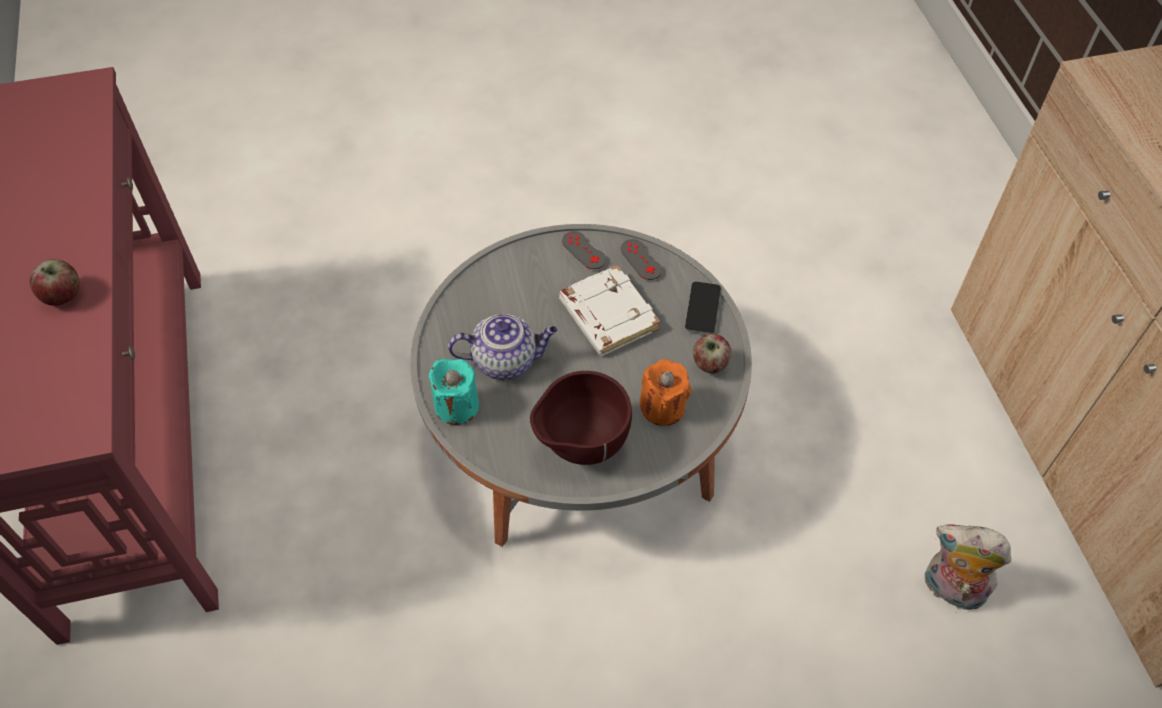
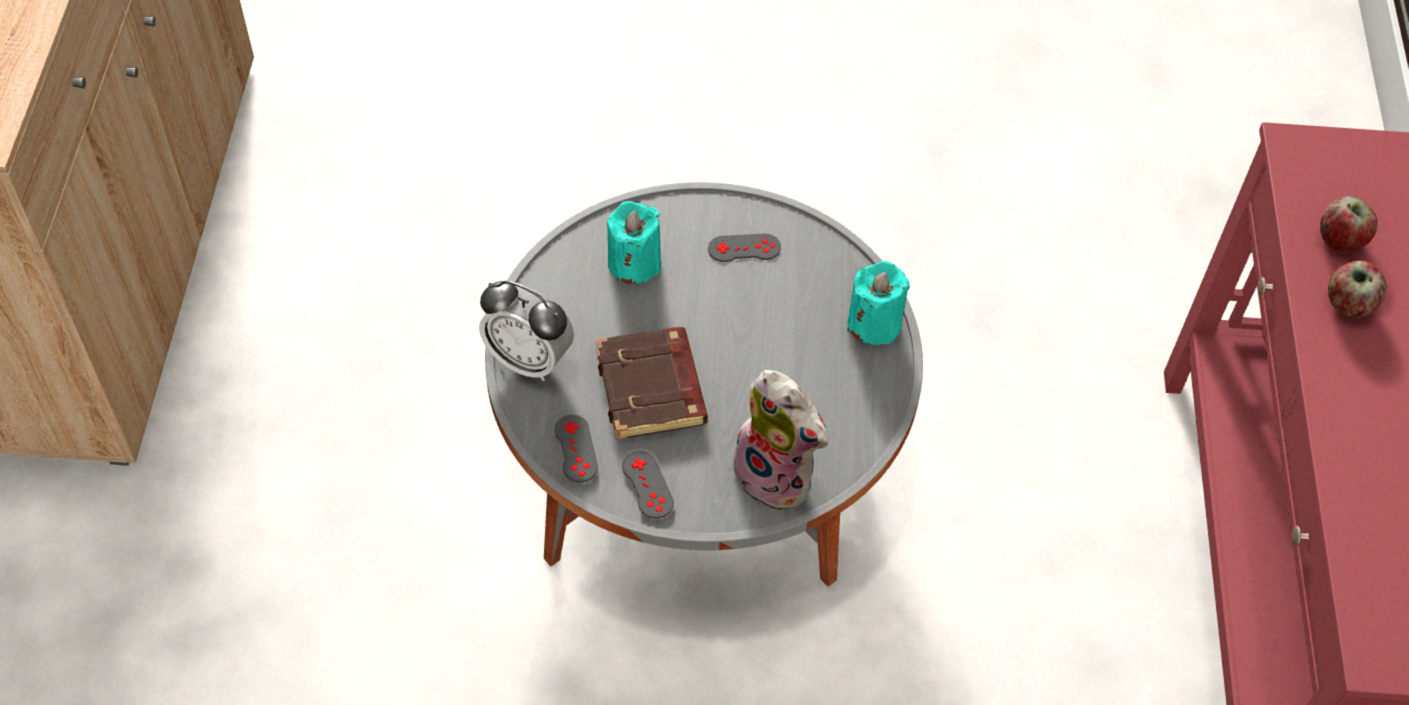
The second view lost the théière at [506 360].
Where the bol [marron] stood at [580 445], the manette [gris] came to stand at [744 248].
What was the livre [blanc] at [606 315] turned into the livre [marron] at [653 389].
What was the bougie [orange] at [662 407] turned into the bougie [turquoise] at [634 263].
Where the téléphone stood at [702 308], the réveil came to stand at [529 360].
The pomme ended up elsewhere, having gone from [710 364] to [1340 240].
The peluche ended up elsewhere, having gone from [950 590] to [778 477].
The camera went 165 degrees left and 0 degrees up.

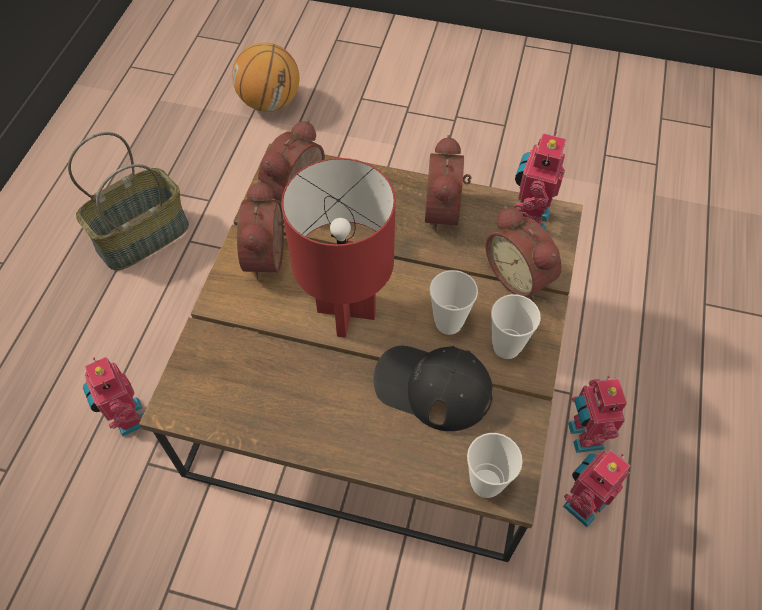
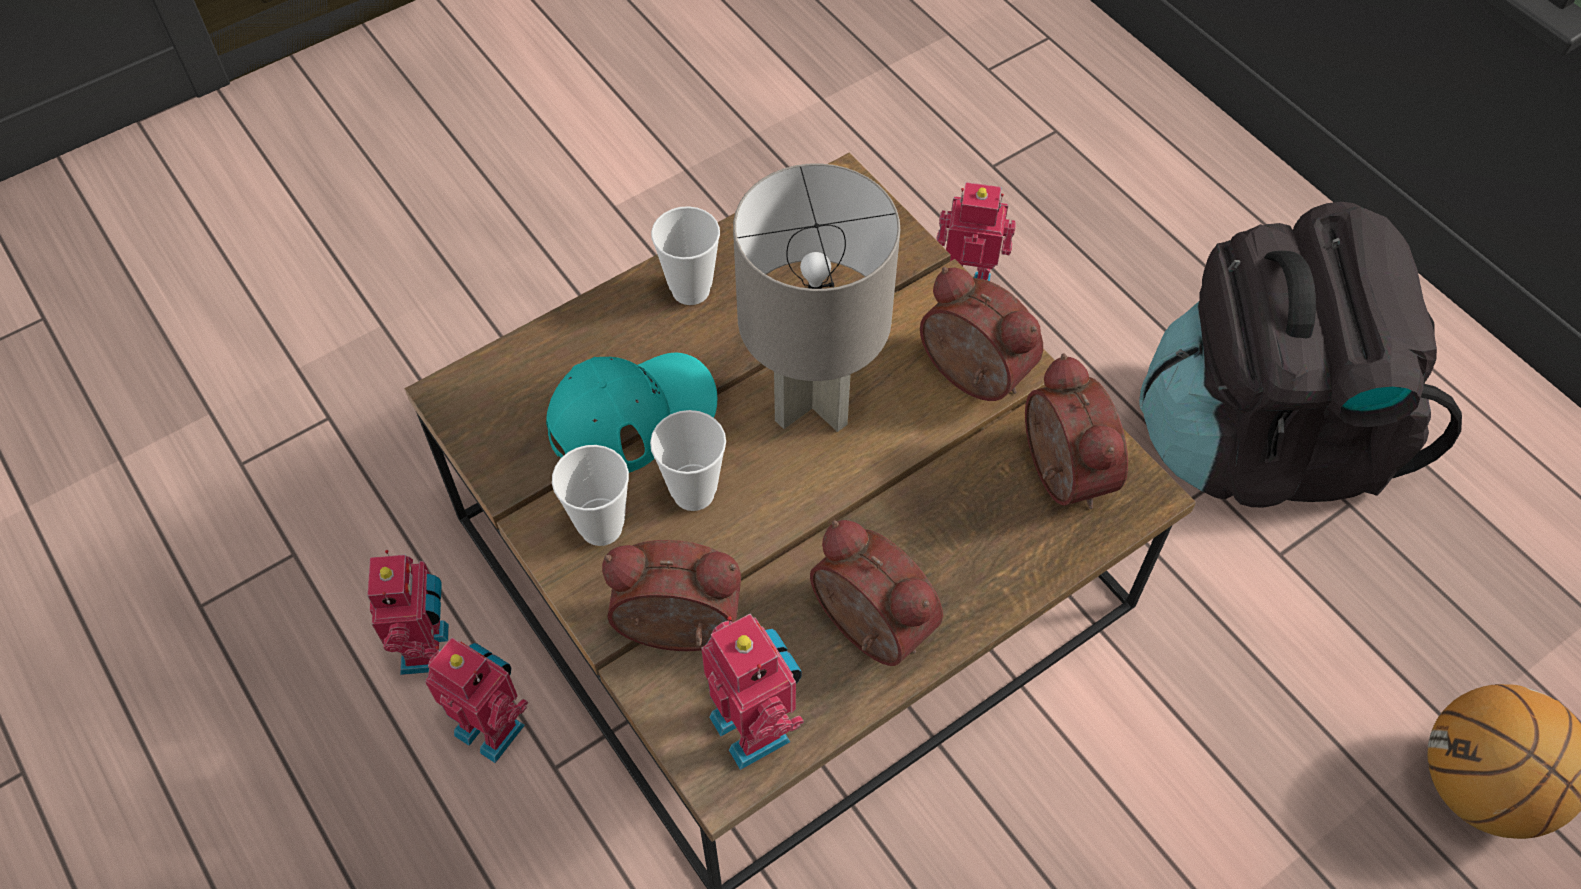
Where the panier stood at [143 235], the sac à dos [noir] came to stand at [1263 438].
What was the lampe de table [rouge] at [347 311] turned into the lampe de table [gris] at [812 402].
What was the casquette [noir] at [432 387] turned into the casquette [turquoise] at [632 413].
The tasse ended up elsewhere, having gone from [486 483] to [690 290].
The camera went 130 degrees right and 0 degrees up.

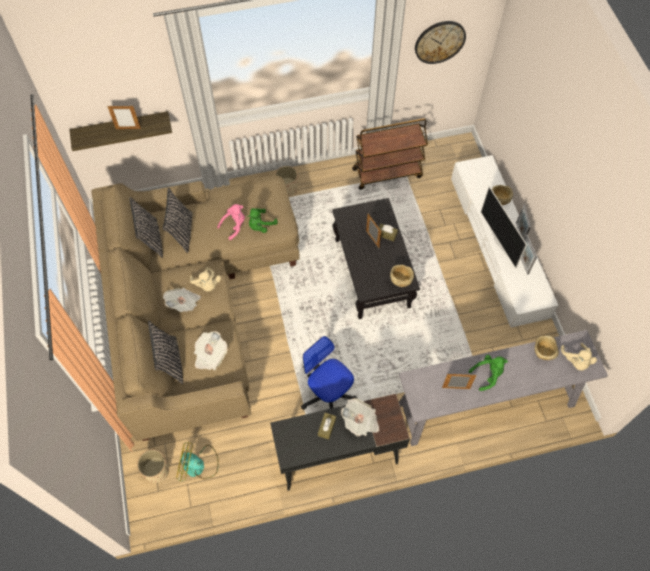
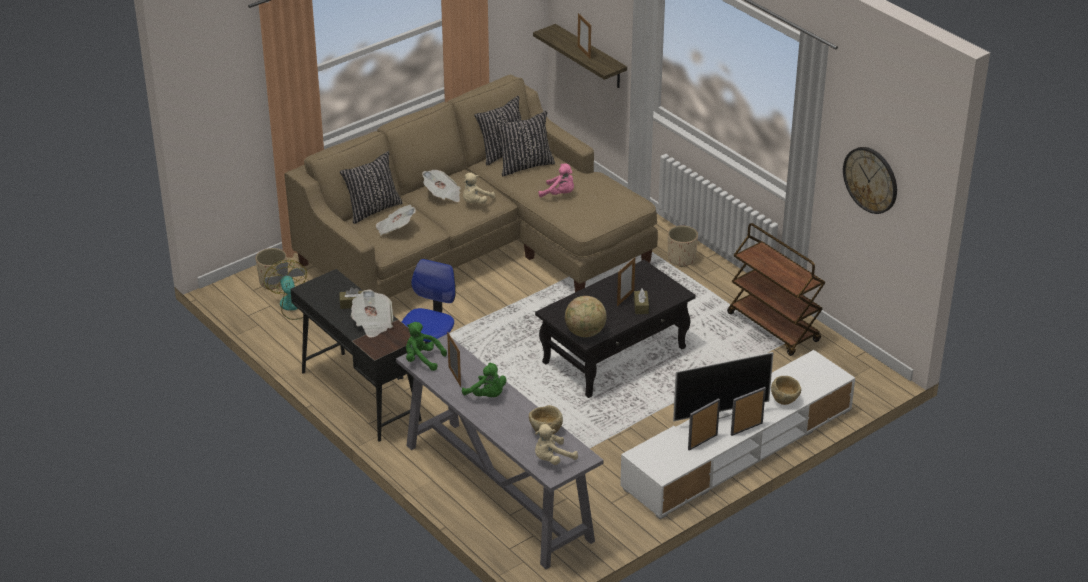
The peluche [vert] ended up elsewhere, having gone from [260 226] to [422 359].
Where the bol [beige] stood at [400 280], the globe came to stand at [585 333].
The téléviseur at [499 241] ended up facing another way, 150 degrees counterclockwise from before.
The camera went 65 degrees right and 25 degrees down.

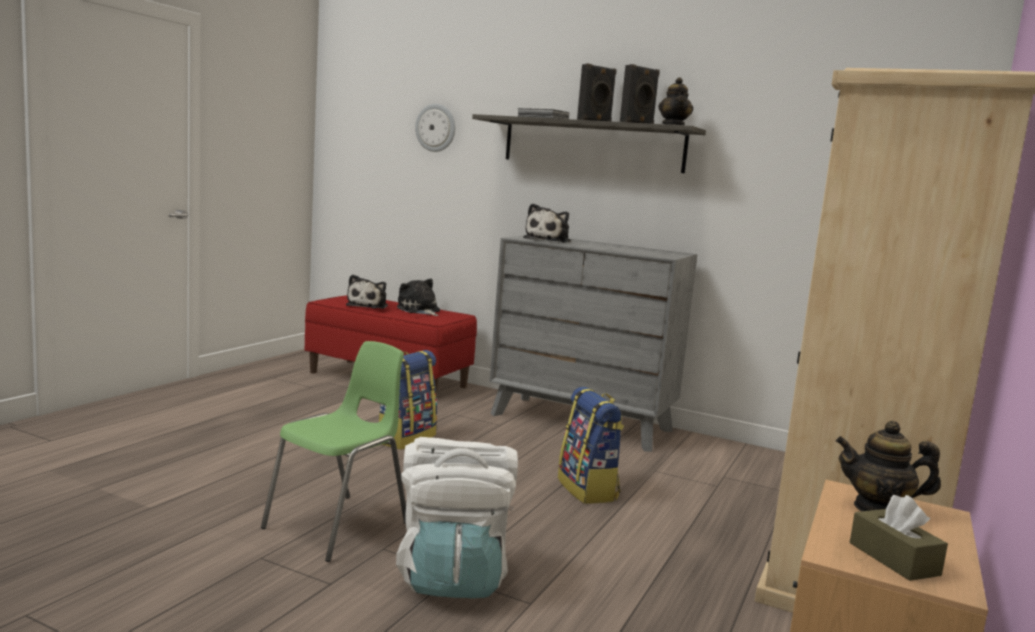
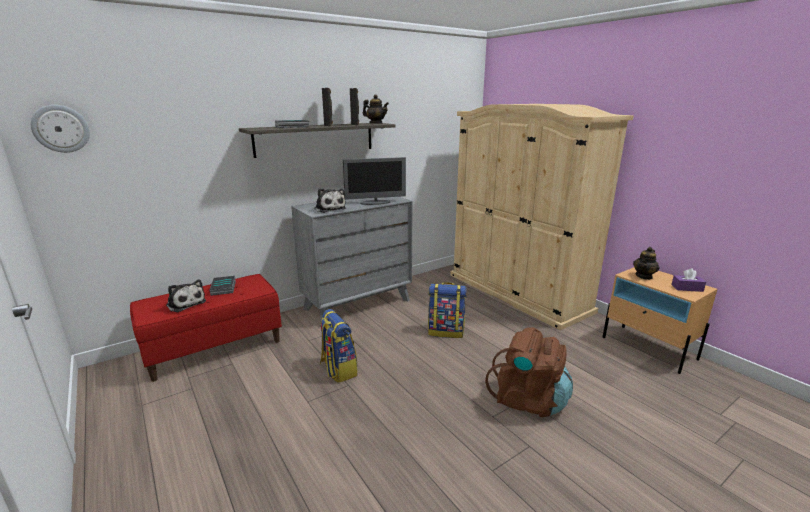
The second view lost the chaise [vert] at [339 526].
What was the sac à dos [blanc] at [452 576] turned into the sac à dos [marron] at [528 400].
Where the peluche stood at [419 310], the livre came to stand at [224 288].
The horloge murale ended up elsewhere, having gone from [436 128] to [61 129].
What was the boîte à mouchoirs [marron] at [893 559] turned into the boîte à mouchoirs [violet] at [687 288].
The second view gained the écran d'ordinateur at [375 203].
The camera went 60 degrees left and 10 degrees up.

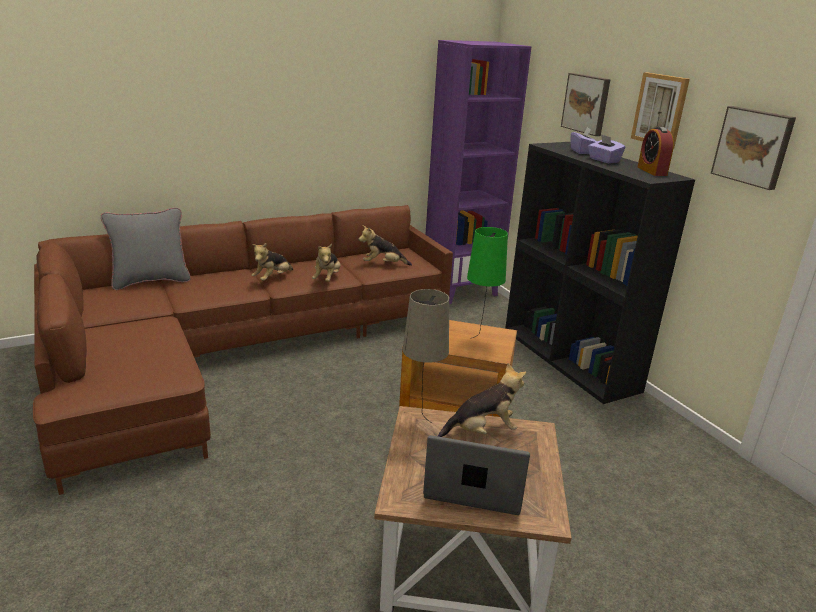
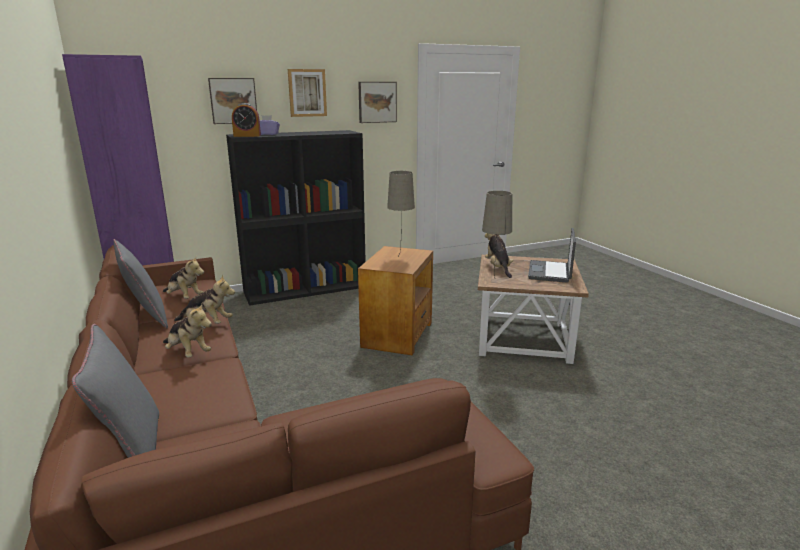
The peluche at [383 264] ended up facing another way, 60 degrees counterclockwise from before.
What was the lampe de table [vert] at [479 340] turned into the lampe de table [beige] at [400 254].
The second view lost the boîte à mouchoirs [violet] at [603 160].
The réveil ended up elsewhere, having gone from [652 171] to [247 136].
The second view gained the coussin [gris] at [146 318].
The camera went 85 degrees left and 5 degrees down.

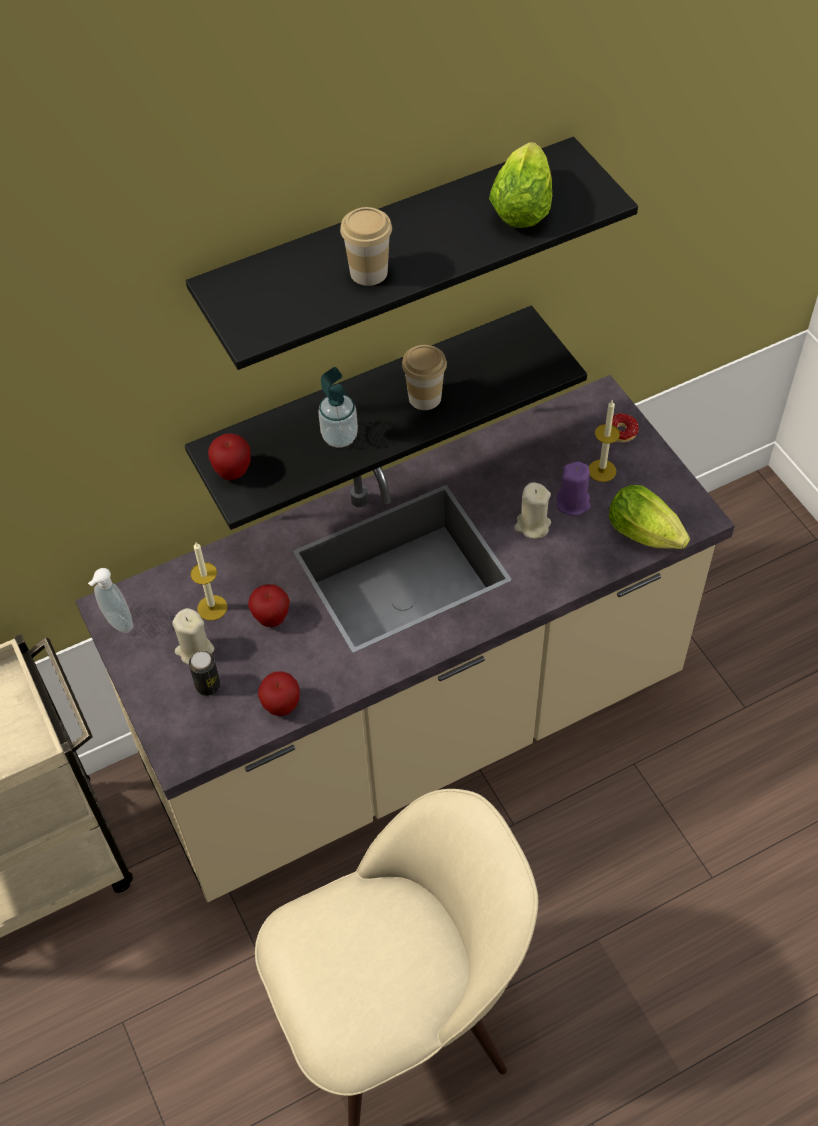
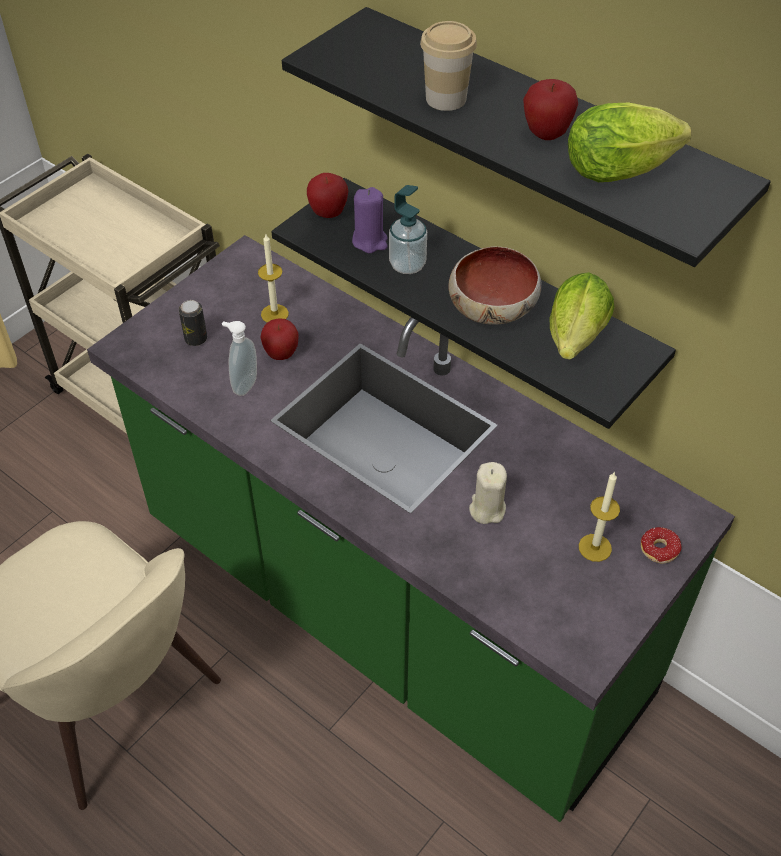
What was the comptoir de cuisine [beige] at [415 730] turned into the comptoir de cuisine [vert] at [390 612].
The distributeur de savon ended up elsewhere, having gone from [117 624] to [243 385].
The second view lost the bougie [beige] at [194 650].
The pomme ended up elsewhere, having gone from [281 706] to [546 134].
Where the tasse stood at [425 397], the bol came to stand at [492 307].
The bougie [violet] ended up elsewhere, having gone from [573 503] to [370 241].
The laitue ended up elsewhere, having gone from [648 536] to [574 341].
The camera went 65 degrees right and 5 degrees down.

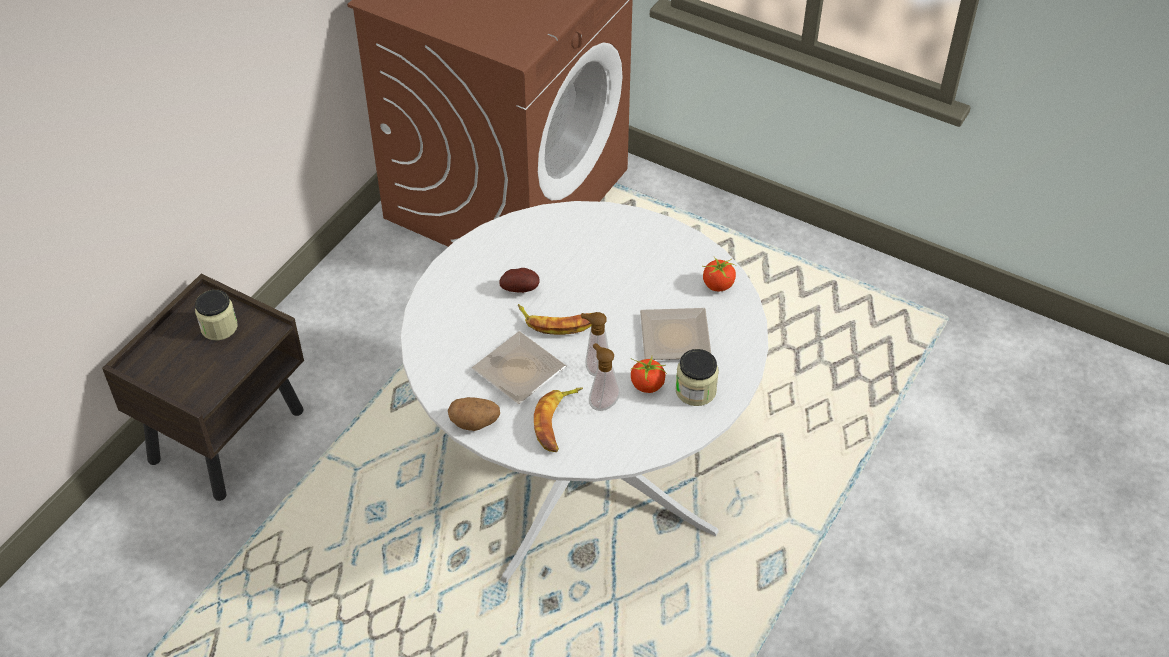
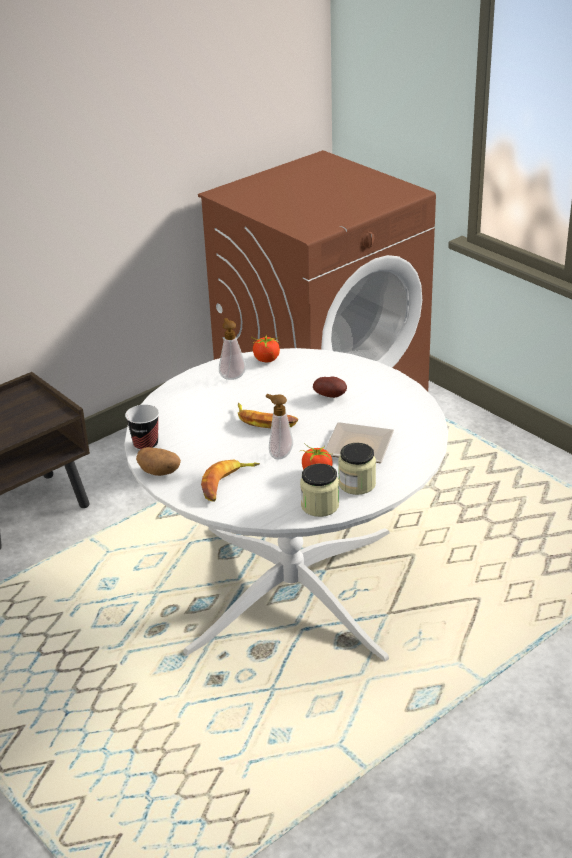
The bocal ended up elsewhere, having gone from [219 327] to [320 505].
The second view lost the assiette at [519 368].
The pomme de terre ended up elsewhere, having gone from [520 289] to [331 396].
The distributeur de savon ended up elsewhere, having gone from [602 402] to [232 376].
The tomate ended up elsewhere, having gone from [718 285] to [266 360].
The second view gained the tasse at [145 445].
The camera went 20 degrees right and 15 degrees down.

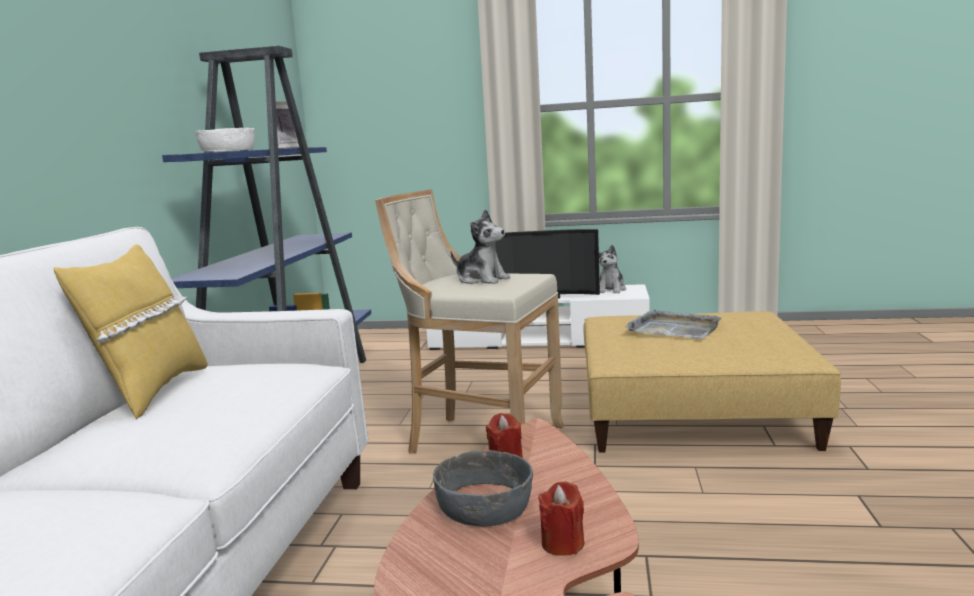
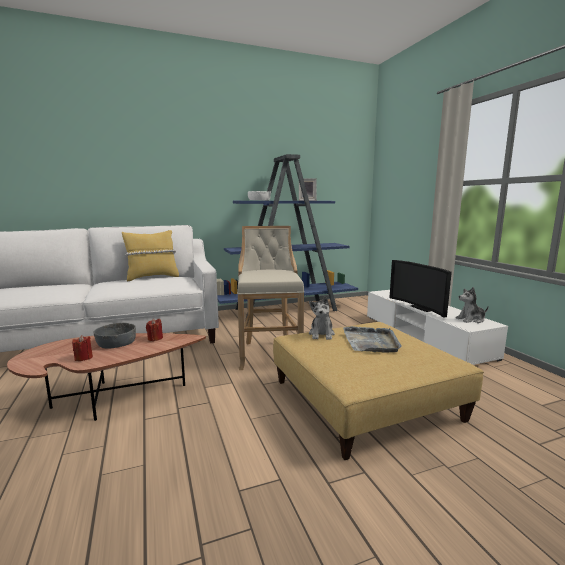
The peluche ended up elsewhere, having gone from [481 280] to [321 334].
The camera went 60 degrees right and 0 degrees up.

